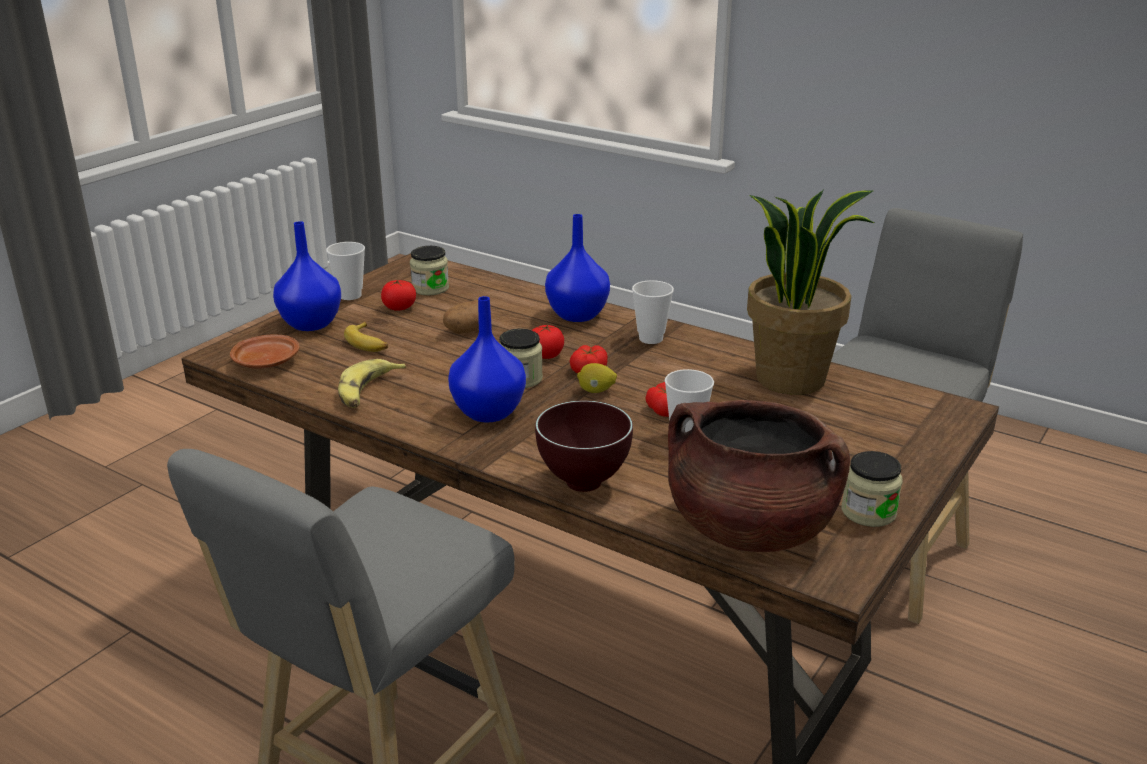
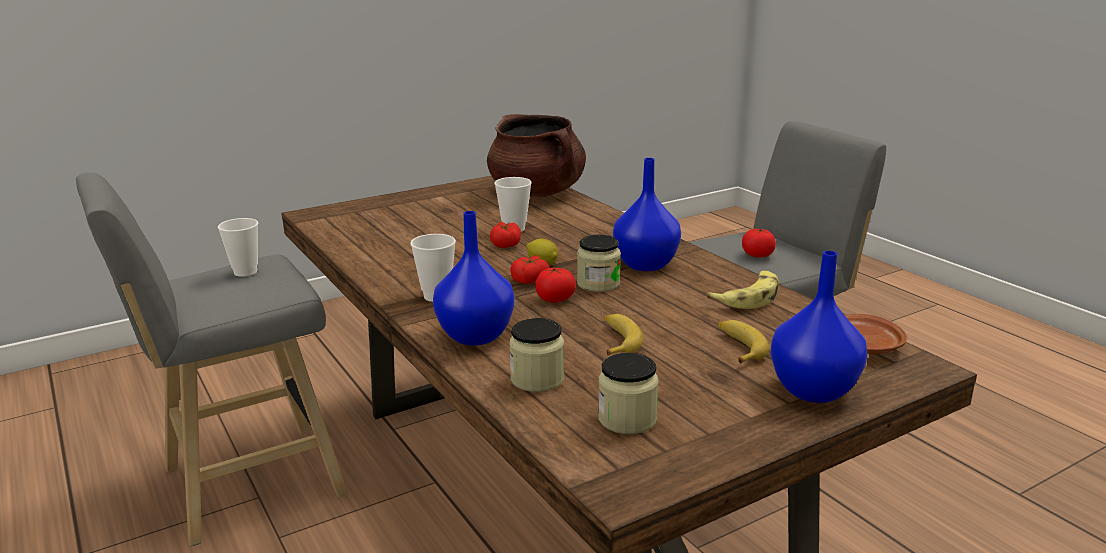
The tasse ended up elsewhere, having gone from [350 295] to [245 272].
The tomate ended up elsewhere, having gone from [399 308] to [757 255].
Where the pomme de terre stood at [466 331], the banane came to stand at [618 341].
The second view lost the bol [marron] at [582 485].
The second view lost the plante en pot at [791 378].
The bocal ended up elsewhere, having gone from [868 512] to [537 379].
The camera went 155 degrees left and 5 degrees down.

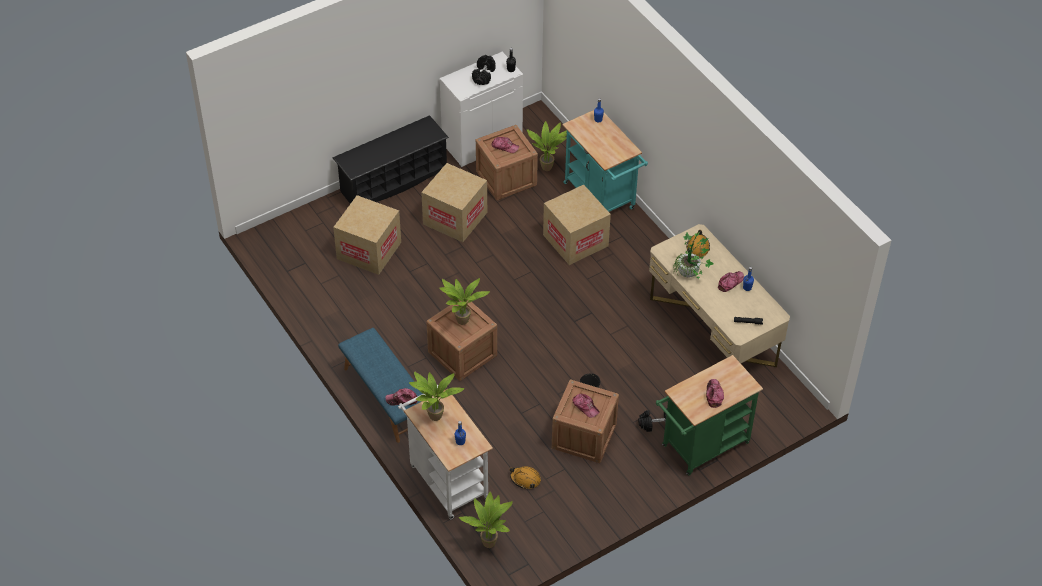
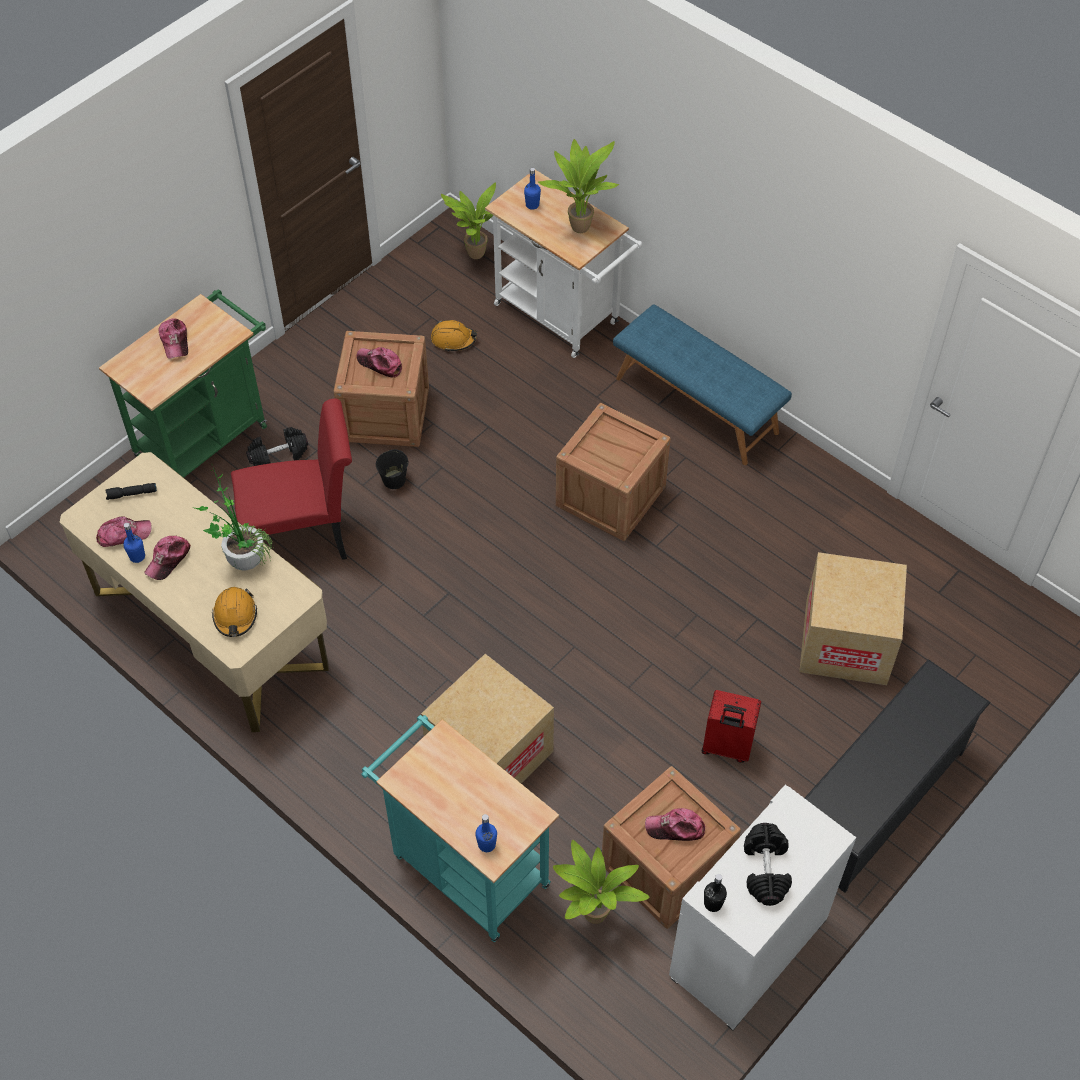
The casquette ended up elsewhere, having gone from [402 399] to [124 534].
Where the carton stood at [455 218], the valise [rouge] came to stand at [726 747].
The second view lost the plante en pot at [462 323].
The second view gained the chaise [rouge] at [304 536].
The camera went 165 degrees right and 5 degrees up.

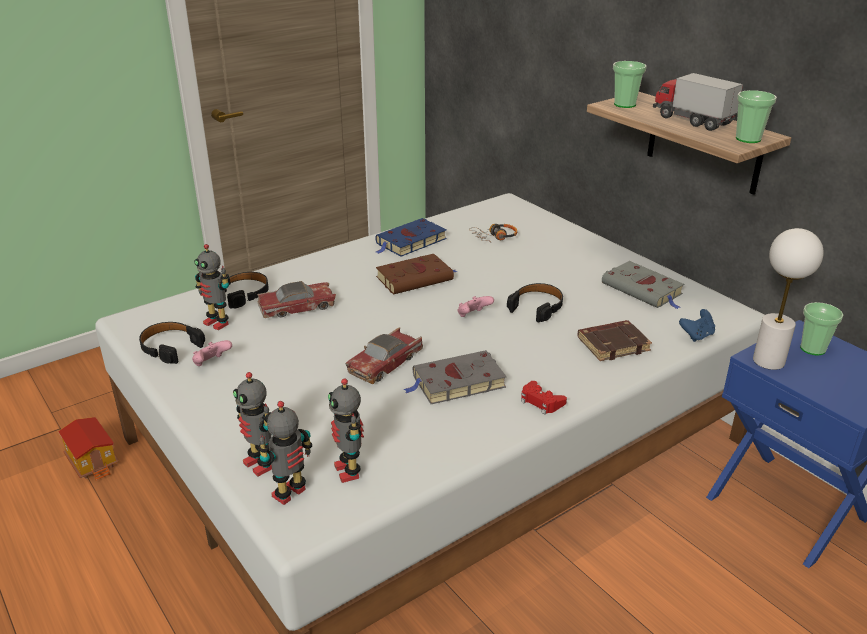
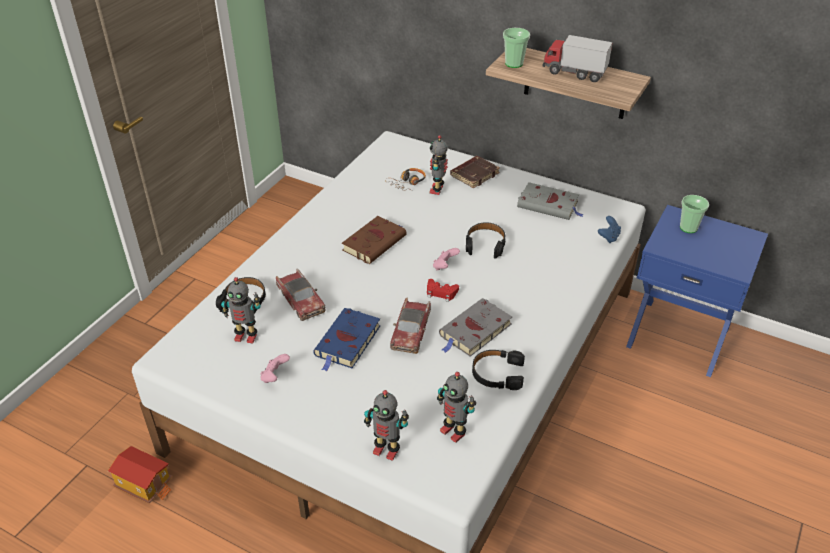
The casque audio [noir] ended up elsewhere, having gone from [170 347] to [497 374].
The petite voiture at [297 307] ended up facing another way, 105 degrees clockwise from before.
The robot jouet ended up elsewhere, having gone from [290 494] to [437 190].
The livre [bleu] ended up elsewhere, having gone from [410 242] to [347 342].
The manette [rouge] ended up elsewhere, having gone from [541 402] to [441 293].
The livre [marron] ended up elsewhere, having gone from [613 344] to [474 174].
The second view lost the tasse at [748 139].
The second view lost the lampe de table [blanc] at [768 360].
The camera went 25 degrees left and 10 degrees up.

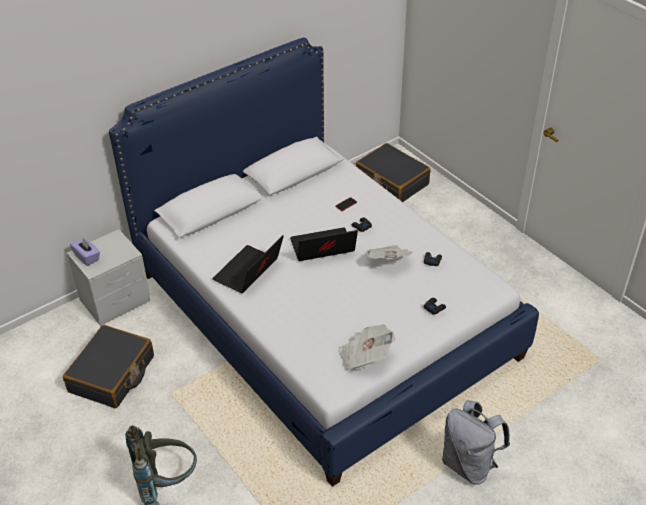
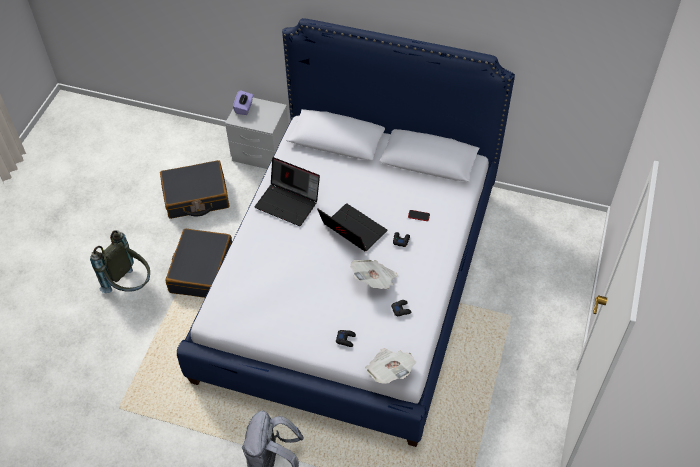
The ordinateur portable at [249 272] ended up facing another way, 150 degrees counterclockwise from before.
The journal ended up elsewhere, having gone from [365 356] to [389 371].
The valise [noir] ended up elsewhere, having gone from [391 182] to [201 270].
The camera went 55 degrees right and 10 degrees up.

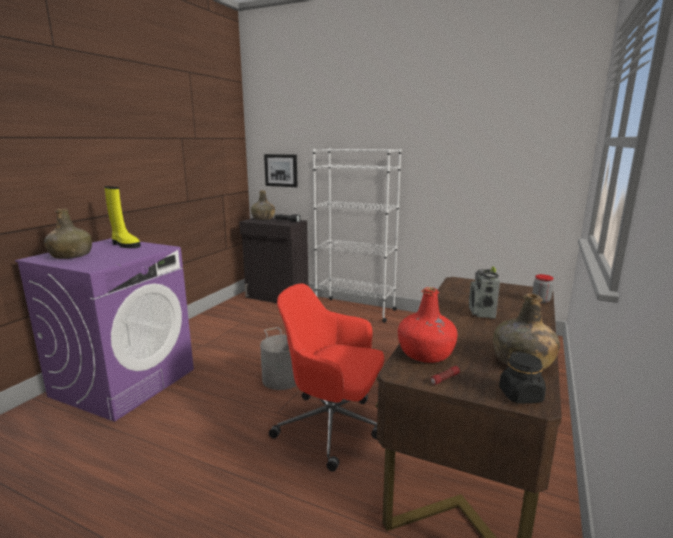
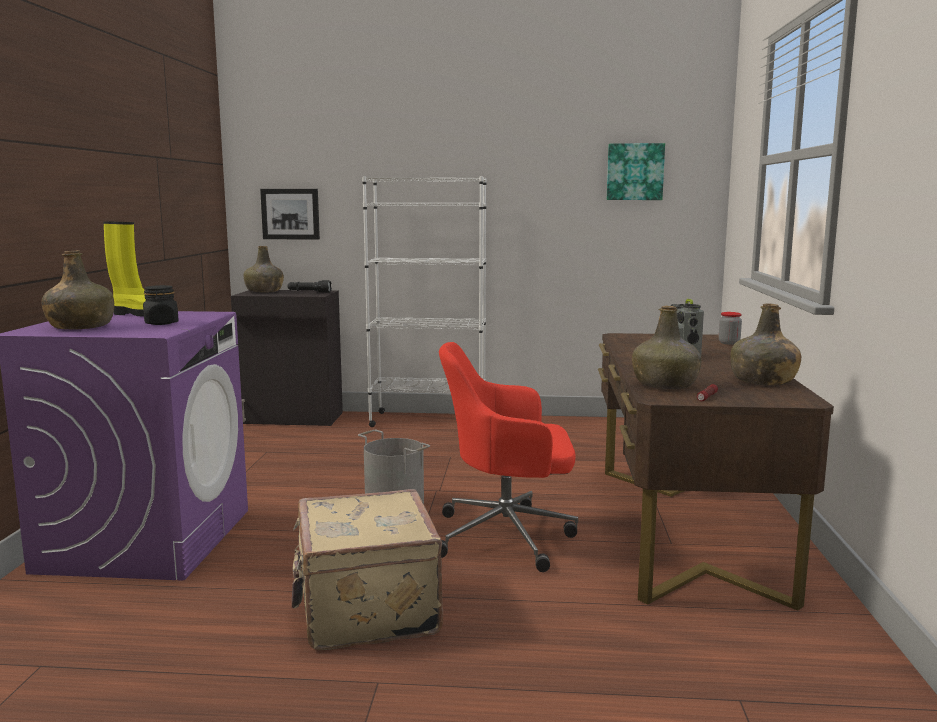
What was the bouteille [rouge] at [426 353] turned into the bouteille [vert] at [665 385].
The bocal [noir] ended up elsewhere, having gone from [521 395] to [161 323].
The second view gained the valise [beige] at [365 609].
The second view gained the tableau at [635 172].
The camera went 20 degrees left and 5 degrees down.

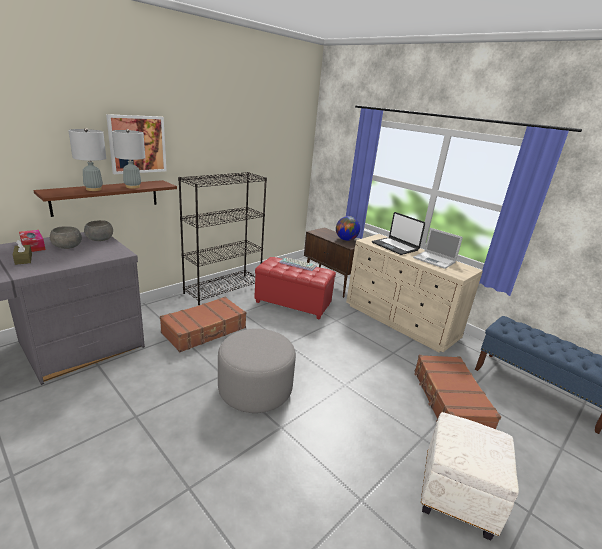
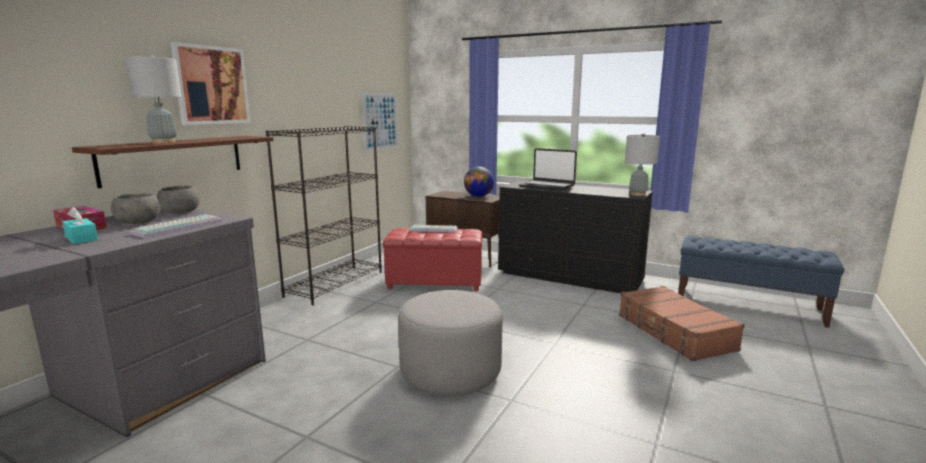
What was the boîte à mouchoirs [marron] at [23 259] turned into the boîte à mouchoirs [turquoise] at [81 238].
The lampe de table [gris] ended up elsewhere, having gone from [132 187] to [638 194].
The second view lost the valise [marron] at [205 331].
What was the commode [beige] at [401 321] turned into the commode [noir] at [570 276].
The second view lost the ordinateur portable at [435 260].
The second view lost the pouf [blanc] at [457 497].
The second view gained the clavier at [178 227].
The second view gained the tableau at [380 121].
The camera went 15 degrees left and 10 degrees down.

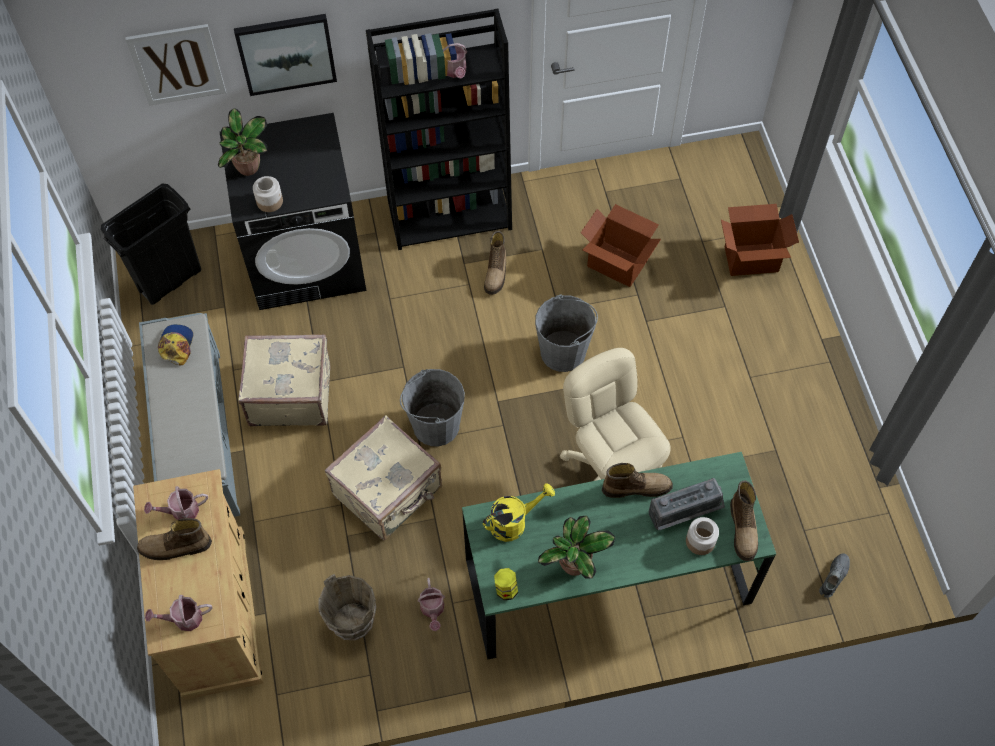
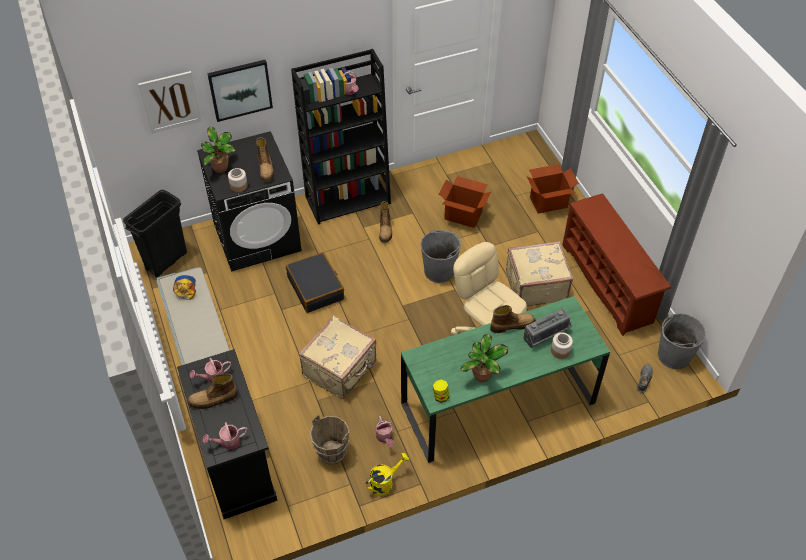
What was the meuble de rangement [beige] at [215 613] turned into the meuble de rangement [noir] at [235 461].
The valise [beige] ended up elsewhere, having gone from [290 393] to [535 286].
The seau [gris] ended up elsewhere, having gone from [435 425] to [673 355].
The arrosoir [jaune] ended up elsewhere, having gone from [514 522] to [385 482].
The botte ended up elsewhere, having gone from [743 529] to [266 169].
The second view gained the valise [noir] at [316 288].
The second view gained the étagère à chaussures [marron] at [608 283].
The camera went 10 degrees left and 10 degrees down.

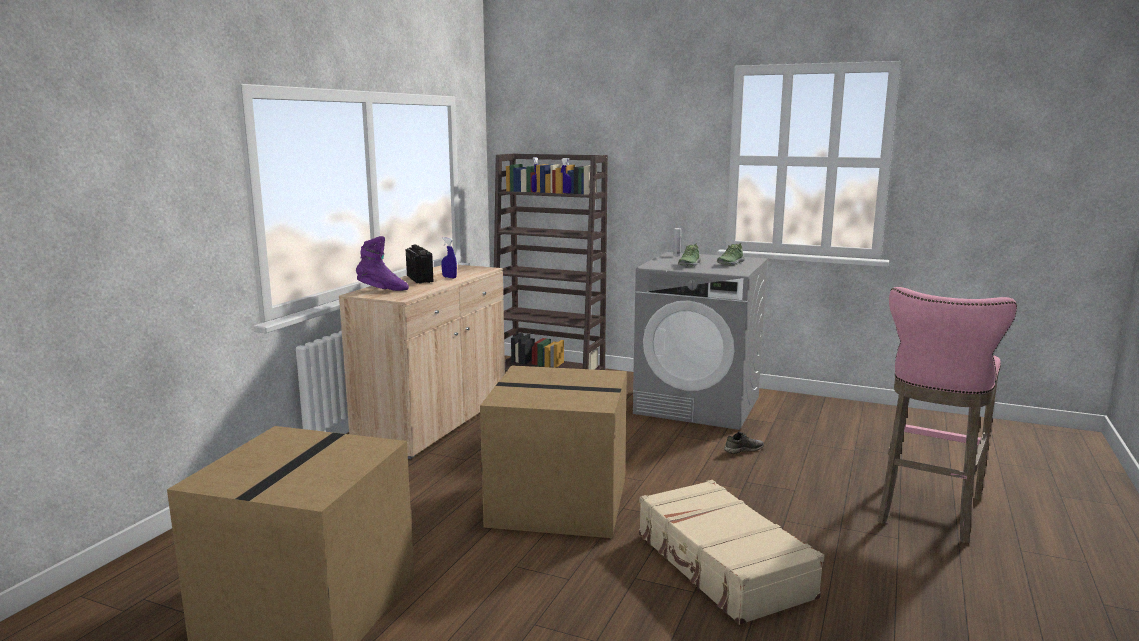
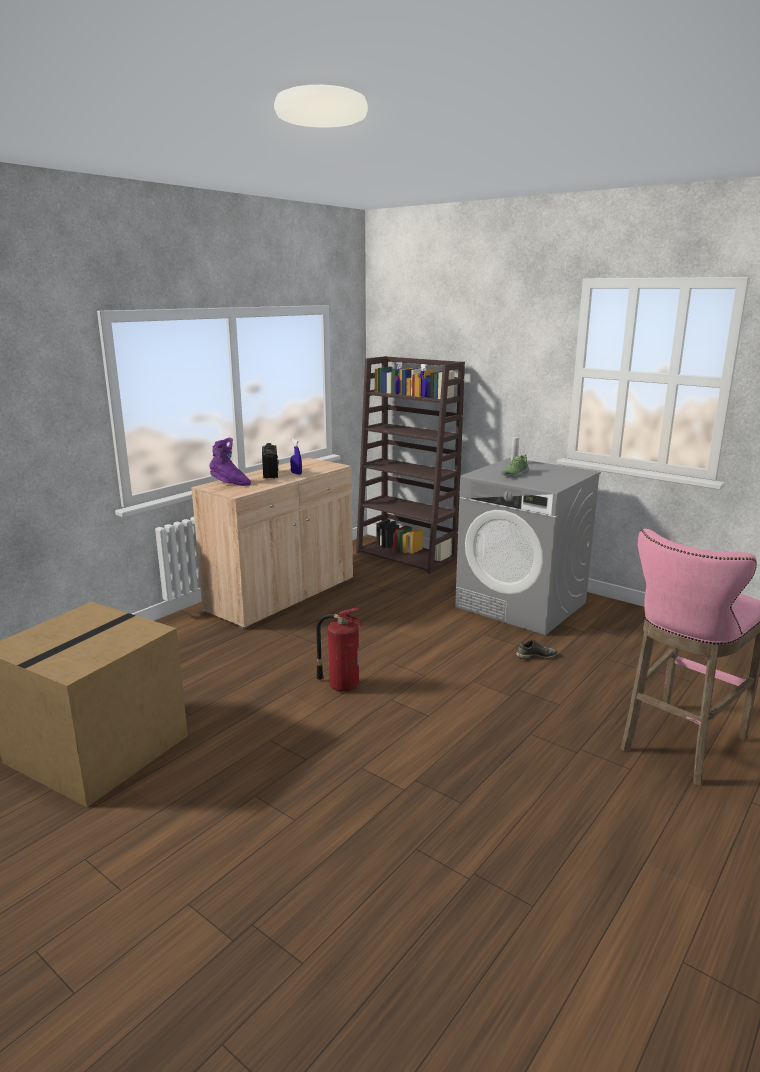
Where the carton stood at [560 501], the extincteur came to stand at [342 685].
The second view lost the valise [beige] at [722 566].
The second view lost the chaussure at [730 263].
The camera went 15 degrees right and 5 degrees up.

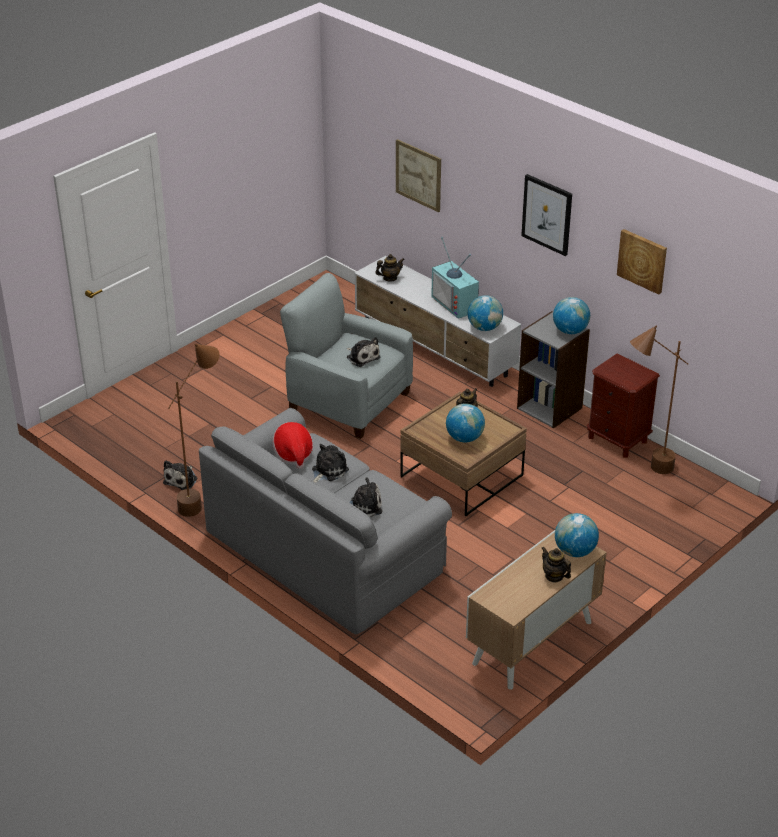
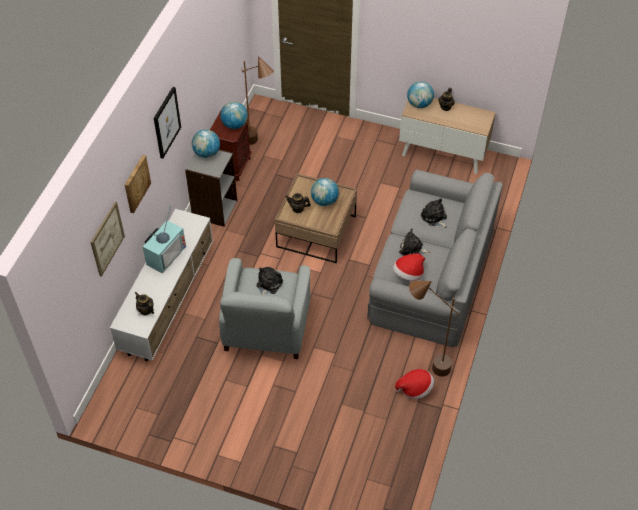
Where the peluche stood at [182 480], the chapeau came to stand at [415 389].
The globe ended up elsewhere, having gone from [484 328] to [234 124].
The tableau ended up elsewhere, having gone from [642 260] to [136 183].
The camera went 115 degrees left and 15 degrees up.

